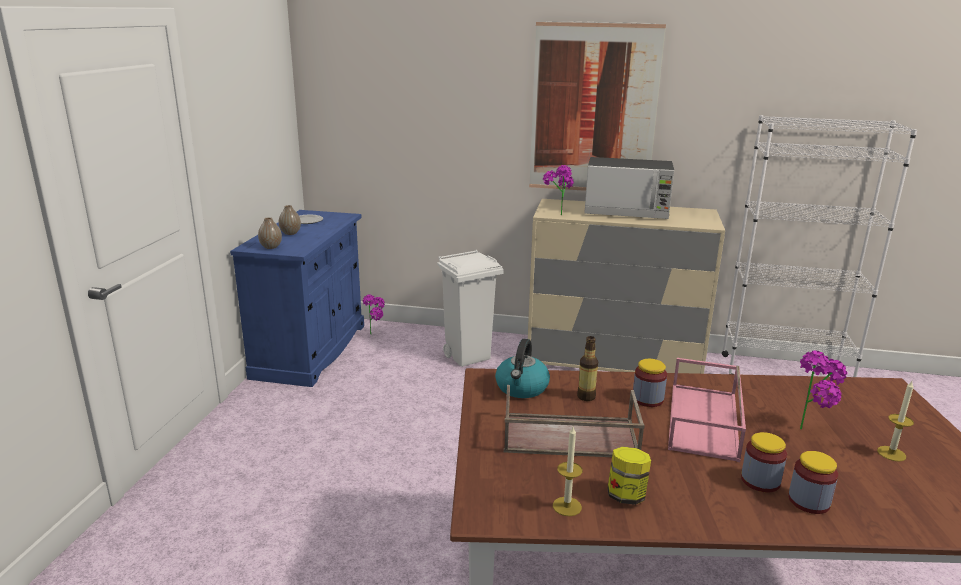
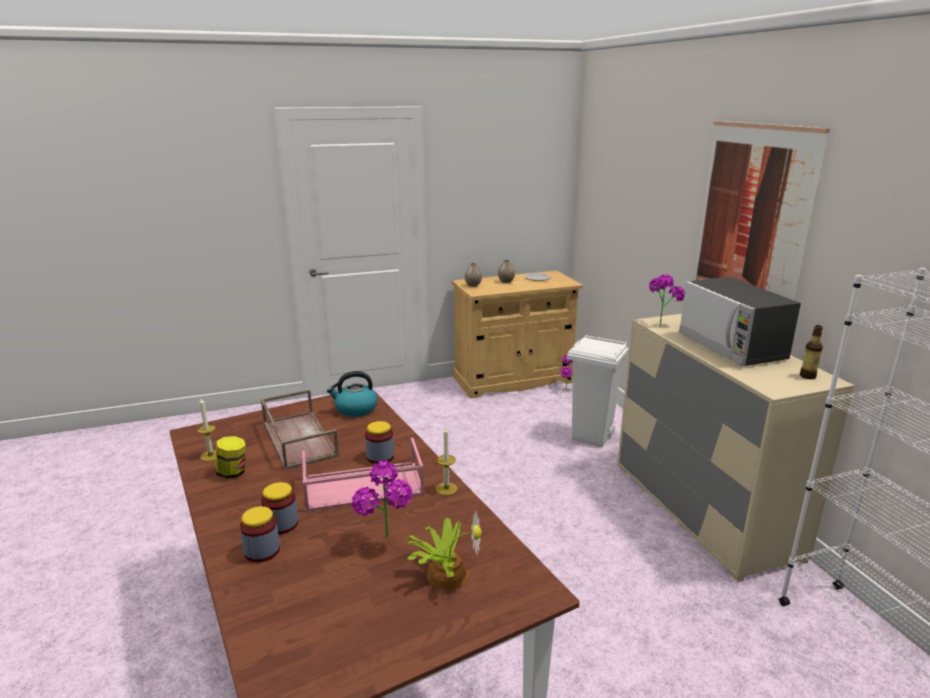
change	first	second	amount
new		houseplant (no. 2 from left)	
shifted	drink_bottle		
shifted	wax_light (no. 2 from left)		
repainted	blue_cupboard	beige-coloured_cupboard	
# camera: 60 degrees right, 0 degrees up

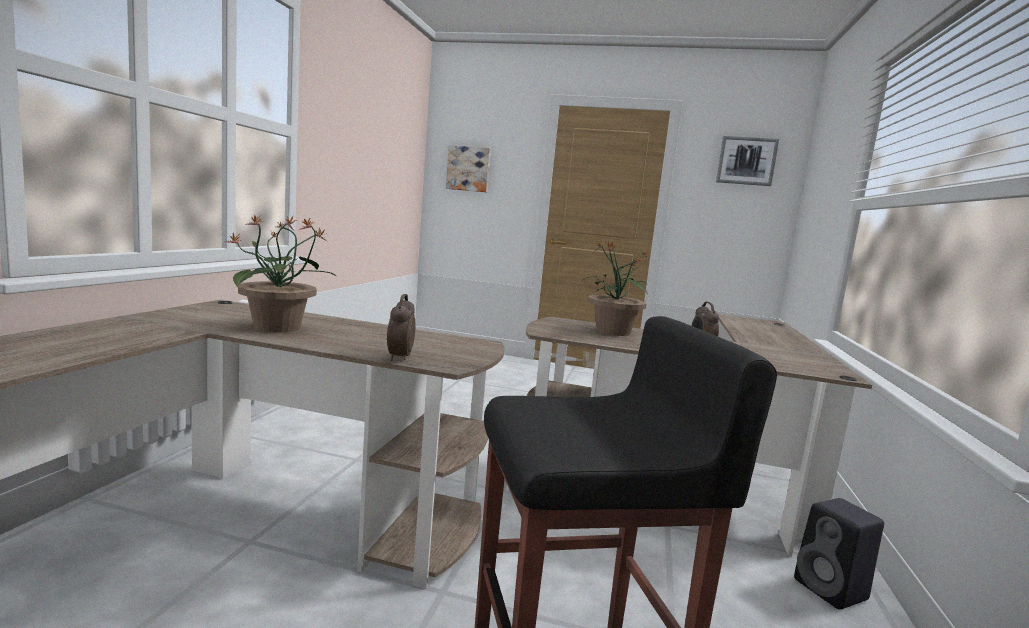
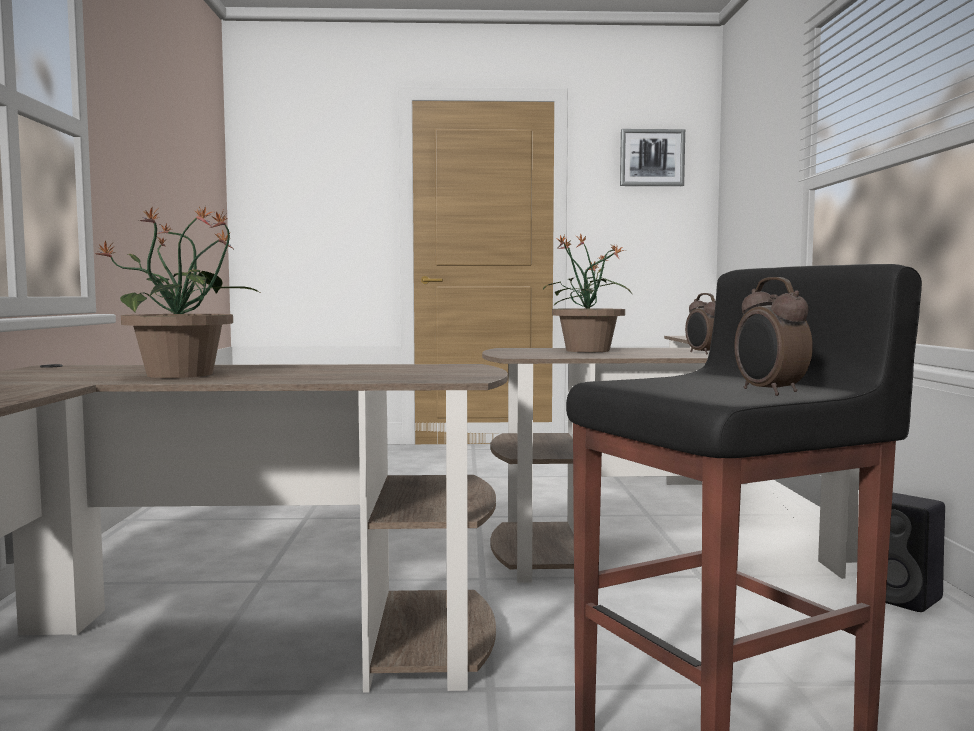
change	first	second	amount
gone	wall_art (no. 1 from left)		
shifted	bedside_clock (no. 1 from left in the first image)	bedside_clock (no. 2 from left)	
# camera: 15 degrees left, 5 degrees down

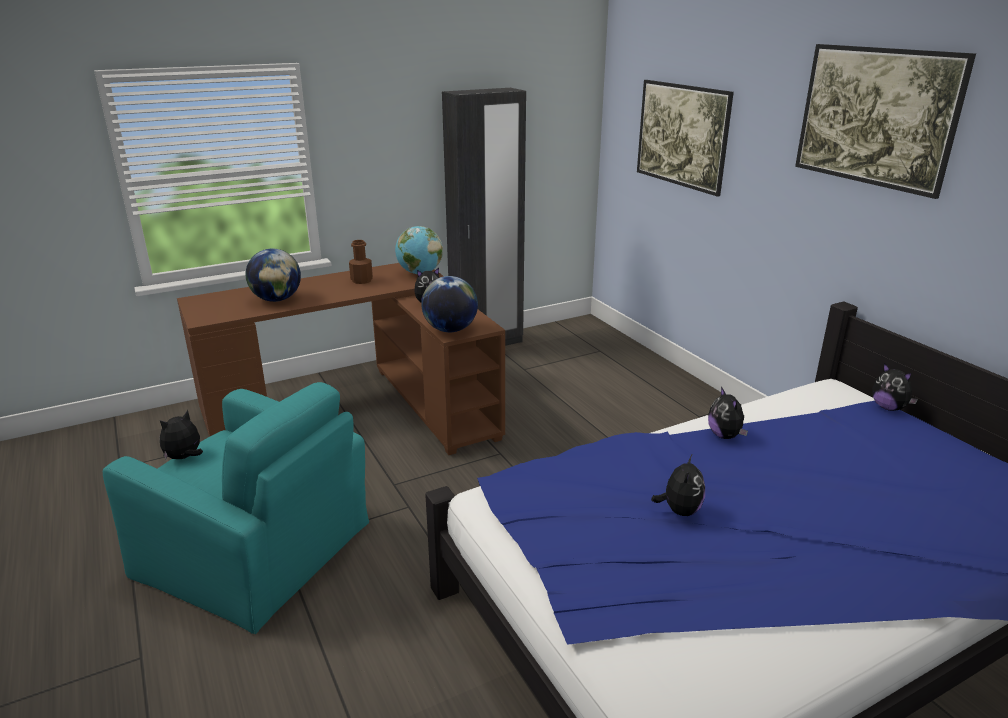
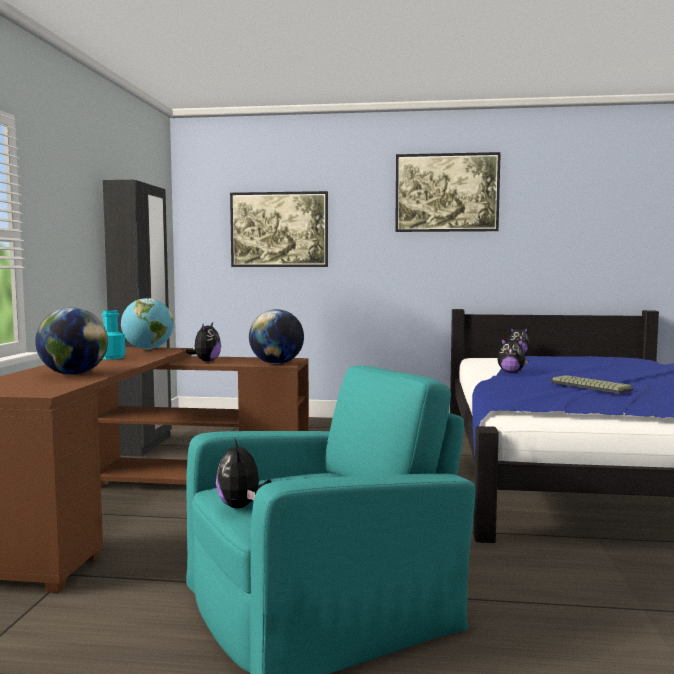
change	first	second	amount
swapped	plush_toy (no. 3 from left)	PC_keyboard	
repainted	brown-coloured_drink_bottle	turquoise-coloured_drink_bottle	
# camera: 55 degrees left, 20 degrees down

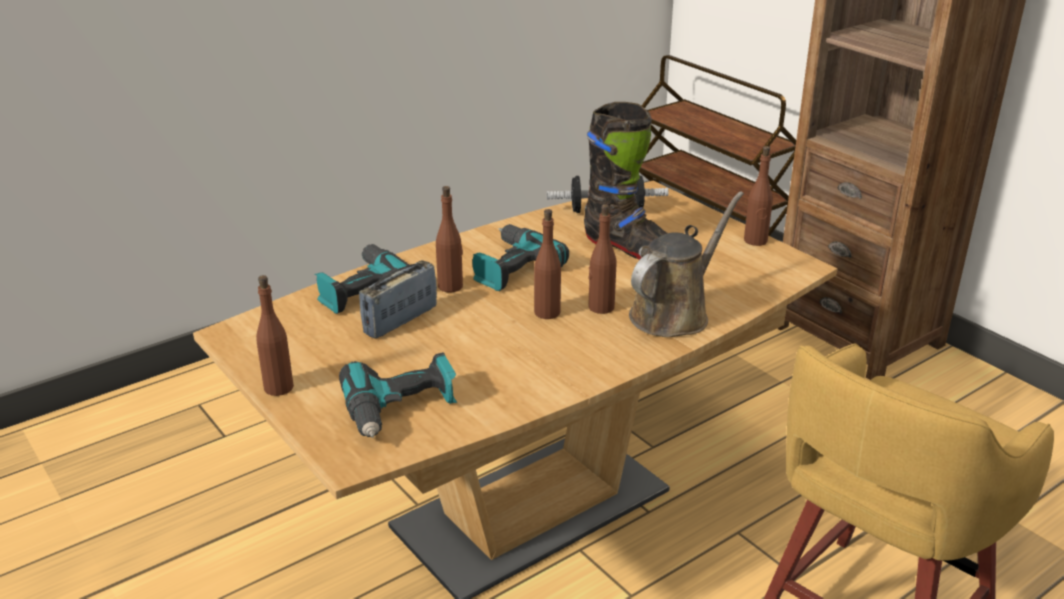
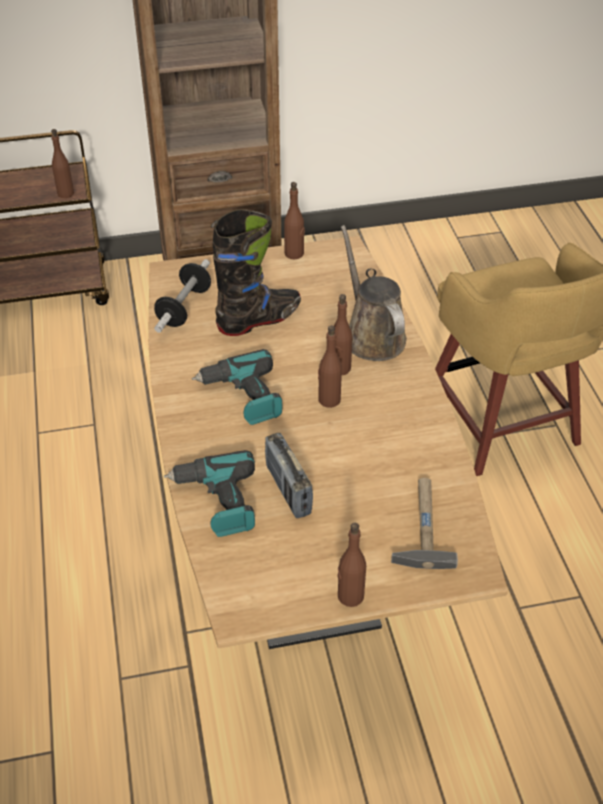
change	first	second	amount
shifted	brown-coloured_drink_bottle (no. 2 from left in the first image)	brown-coloured_drink_bottle (no. 1 from left)	
swapped	drill (no. 2 from left)	tool_hammer	
# camera: 65 degrees left, 15 degrees up

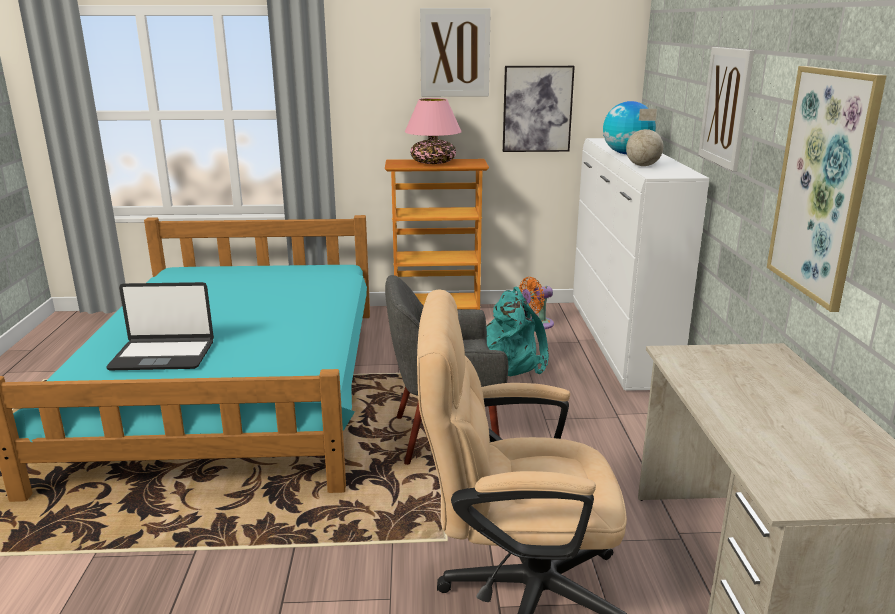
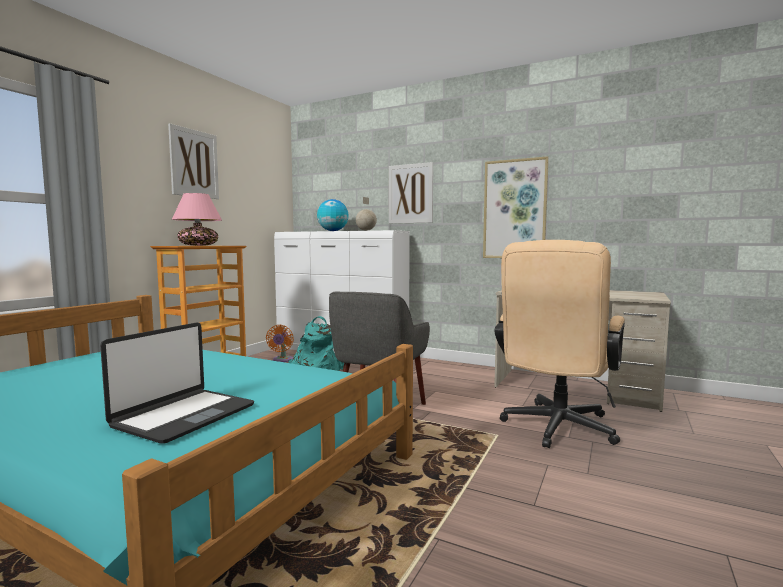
change	first	second	amount
gone	wall_art (no. 2 from left)		
# camera: 60 degrees left, 15 degrees down

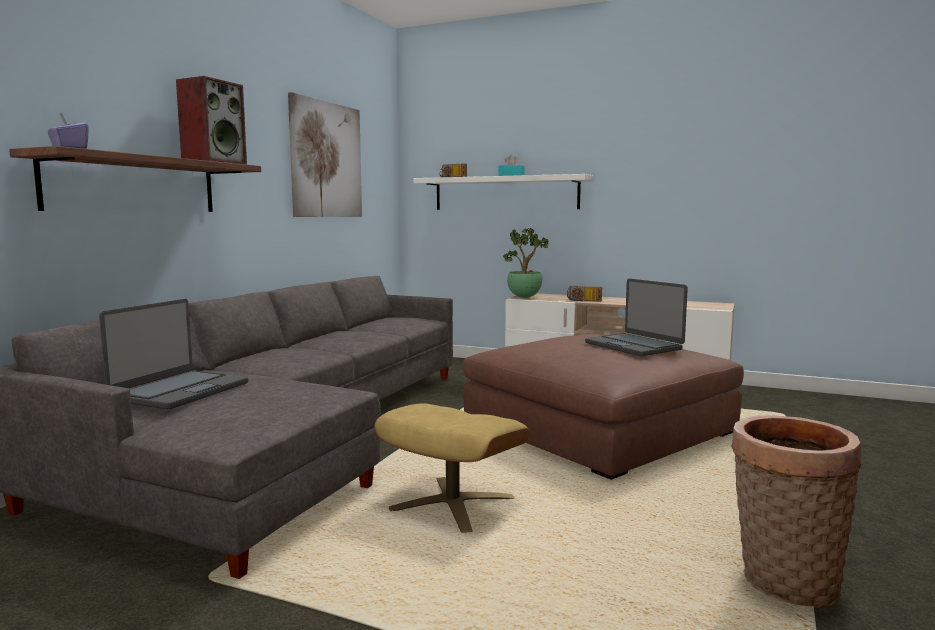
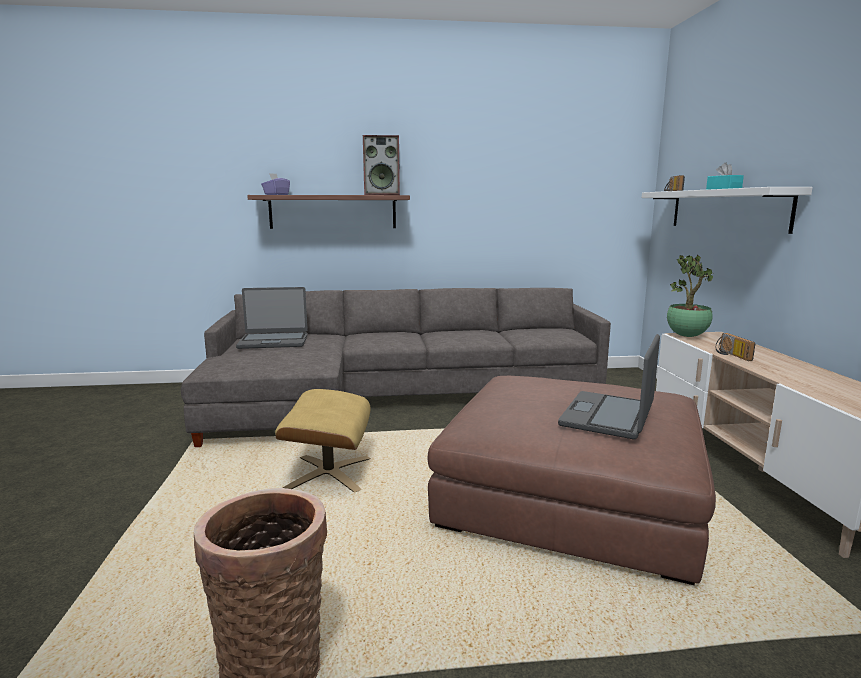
change	first	second	amount
gone	wall_art		
# camera: 60 degrees right, 5 degrees up

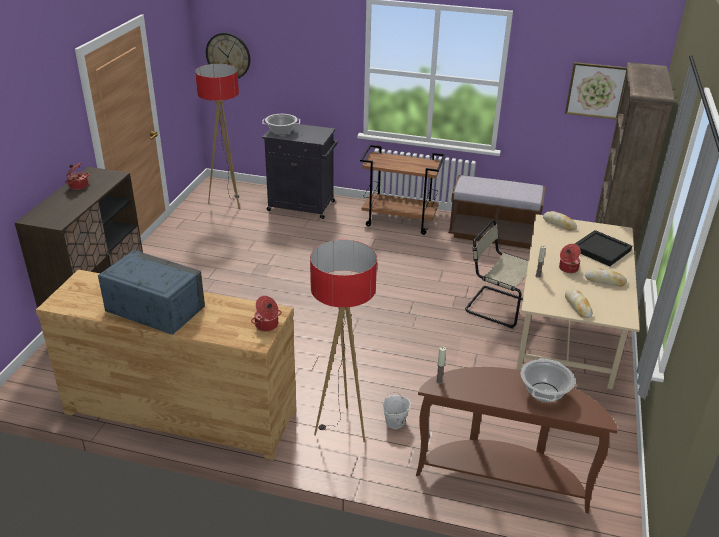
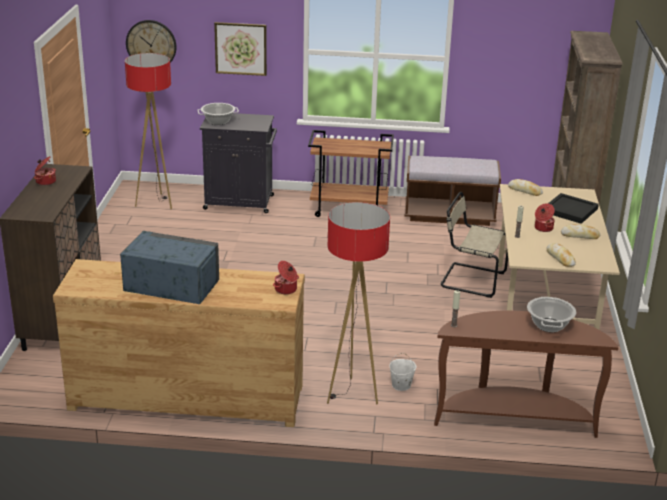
change	first	second	amount
shifted	wall_art		
# camera: 10 degrees left, 5 degrees down

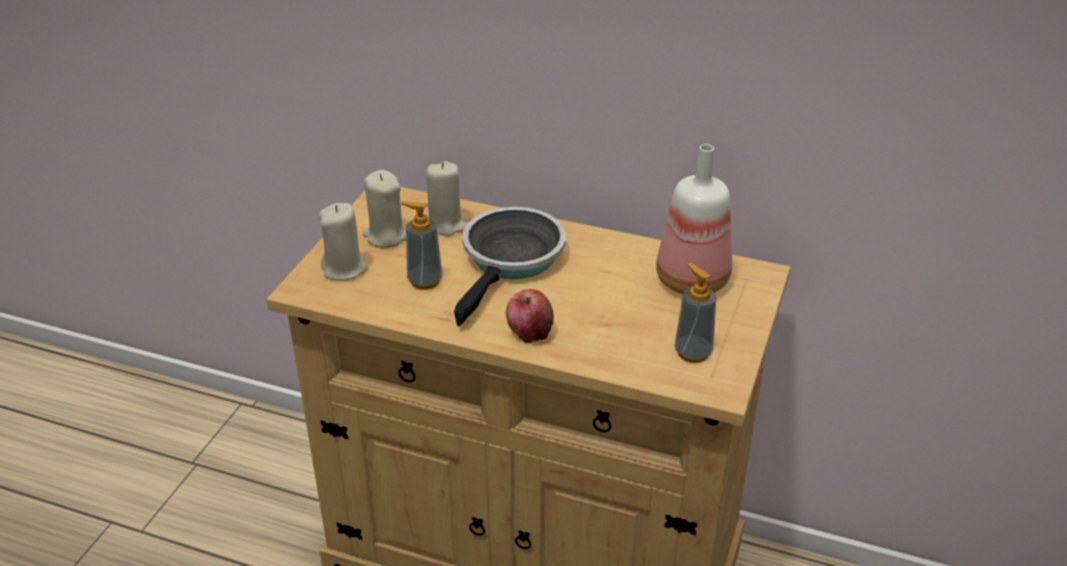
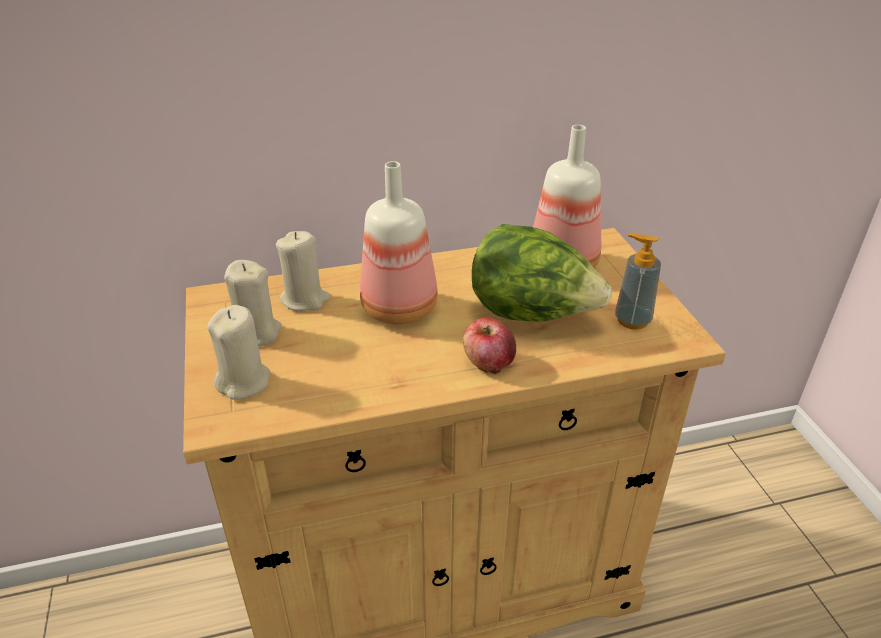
change	first	second	amount
gone	soap_dispenser (no. 1 from left)		
new		head_of_lettuce	
swapped	frying_pan	drink_bottle (no. 1 from left)	
# camera: 35 degrees left, 0 degrees up

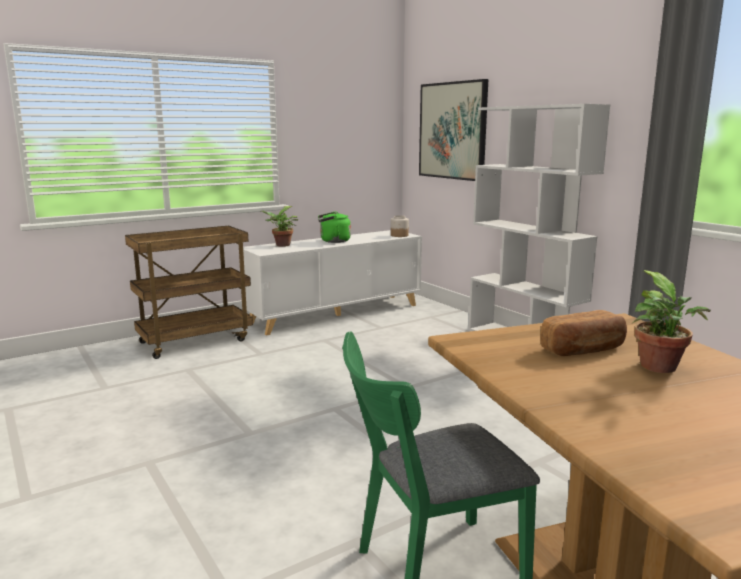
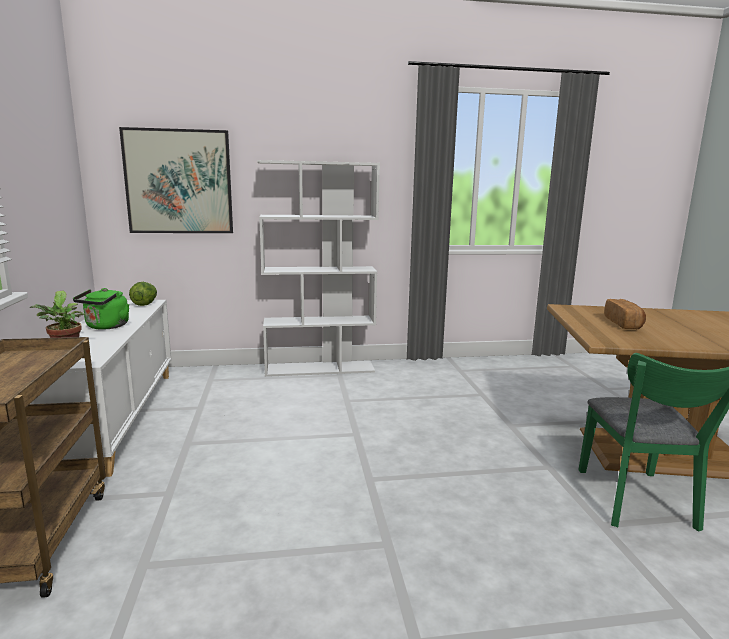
change	first	second	amount
gone	houseplant (no. 2 from left)		
swapped	jar	head_of_lettuce	
# camera: 65 degrees left, 0 degrees up

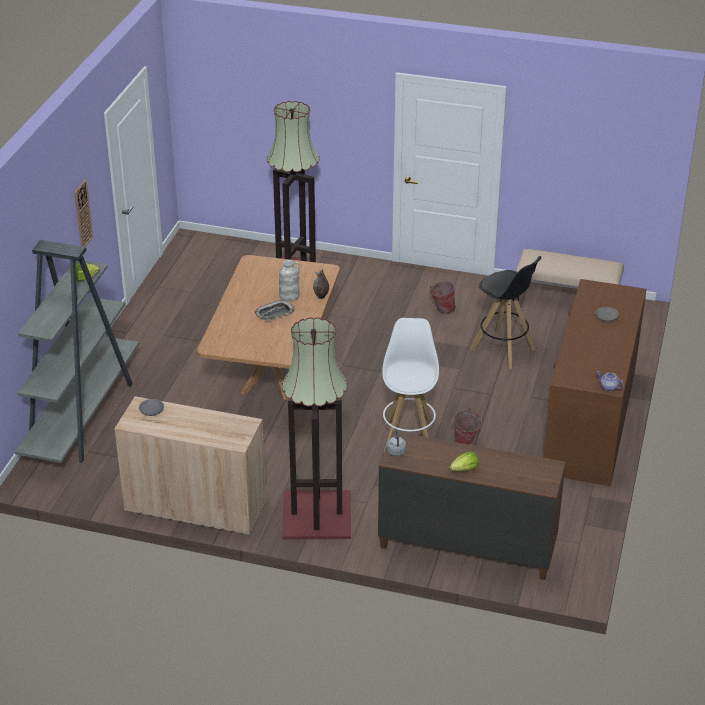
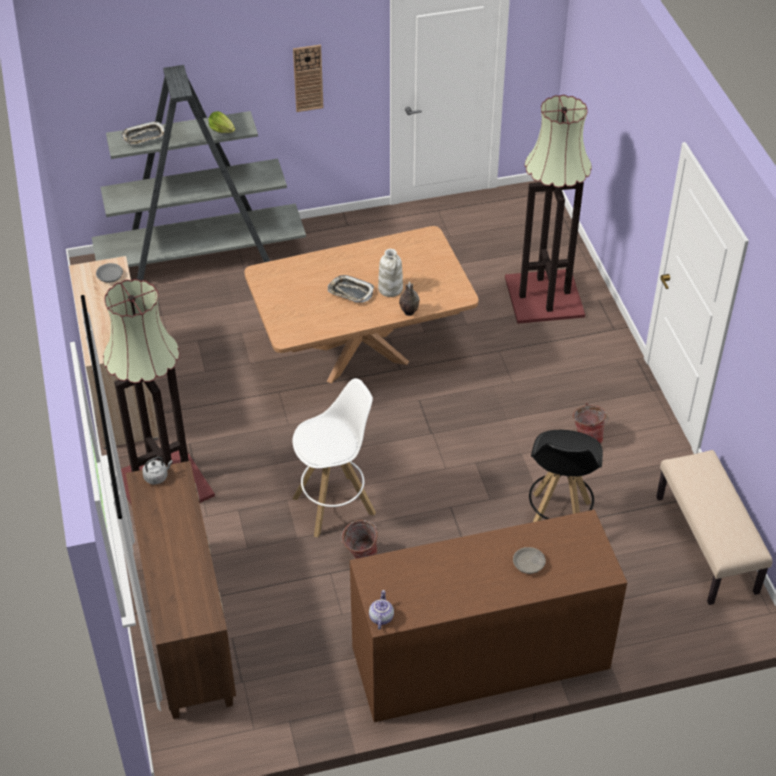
change	first	second	amount
gone	head_of_lettuce (no. 2 from left)		
new		tray (no. 1 from left)	
# camera: 60 degrees right, 10 degrees up

